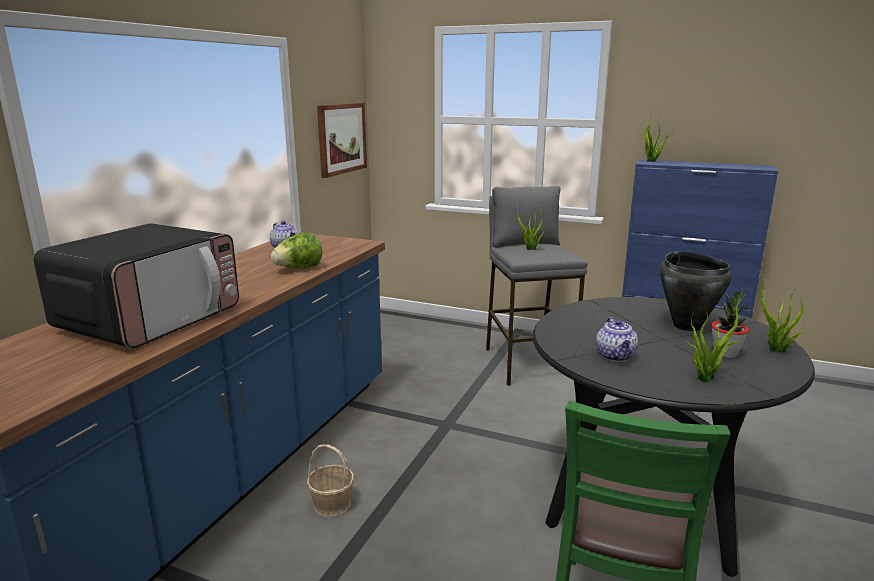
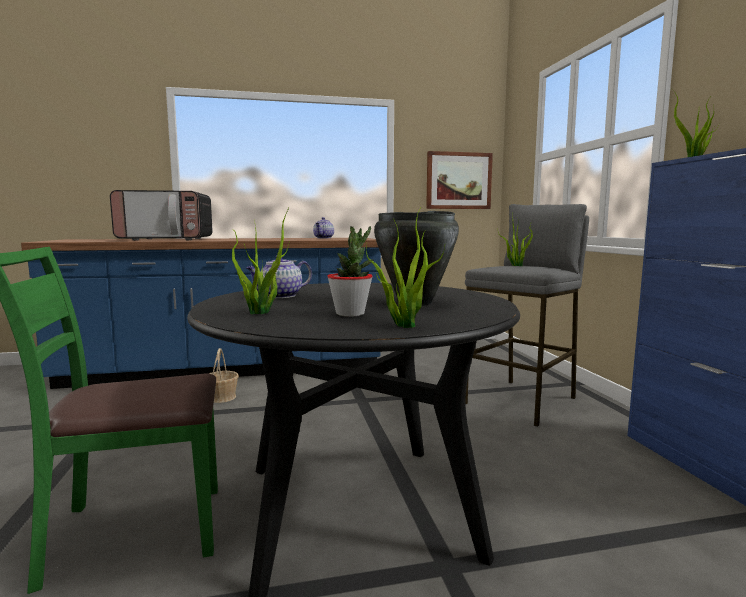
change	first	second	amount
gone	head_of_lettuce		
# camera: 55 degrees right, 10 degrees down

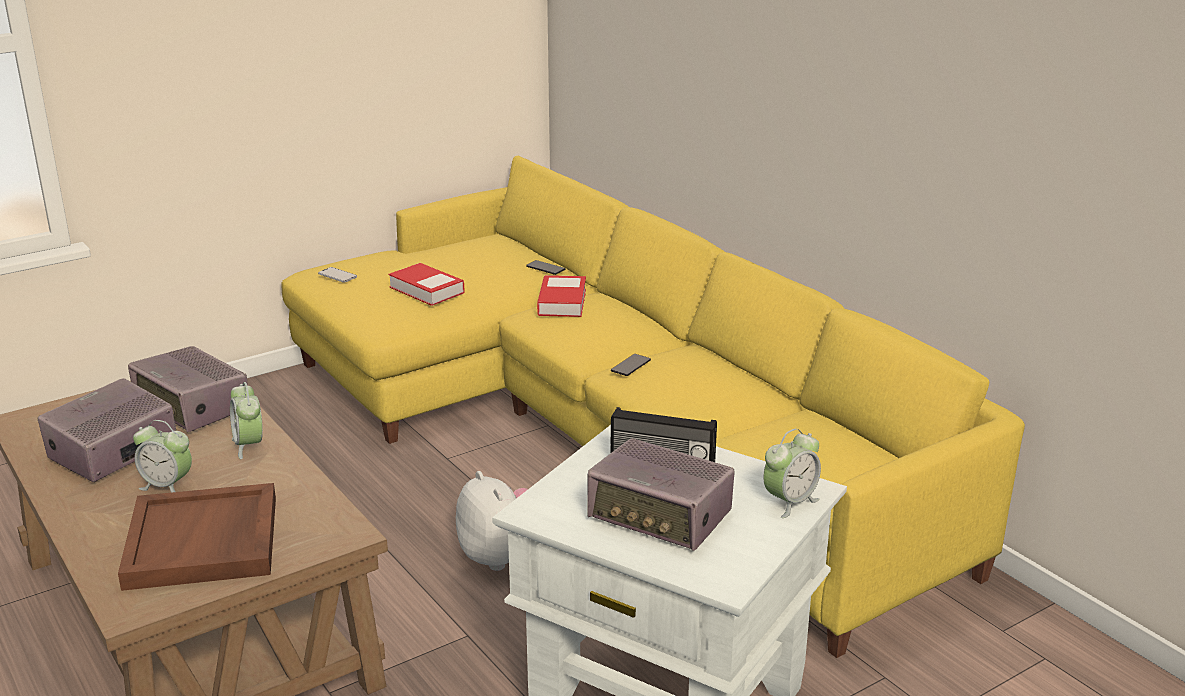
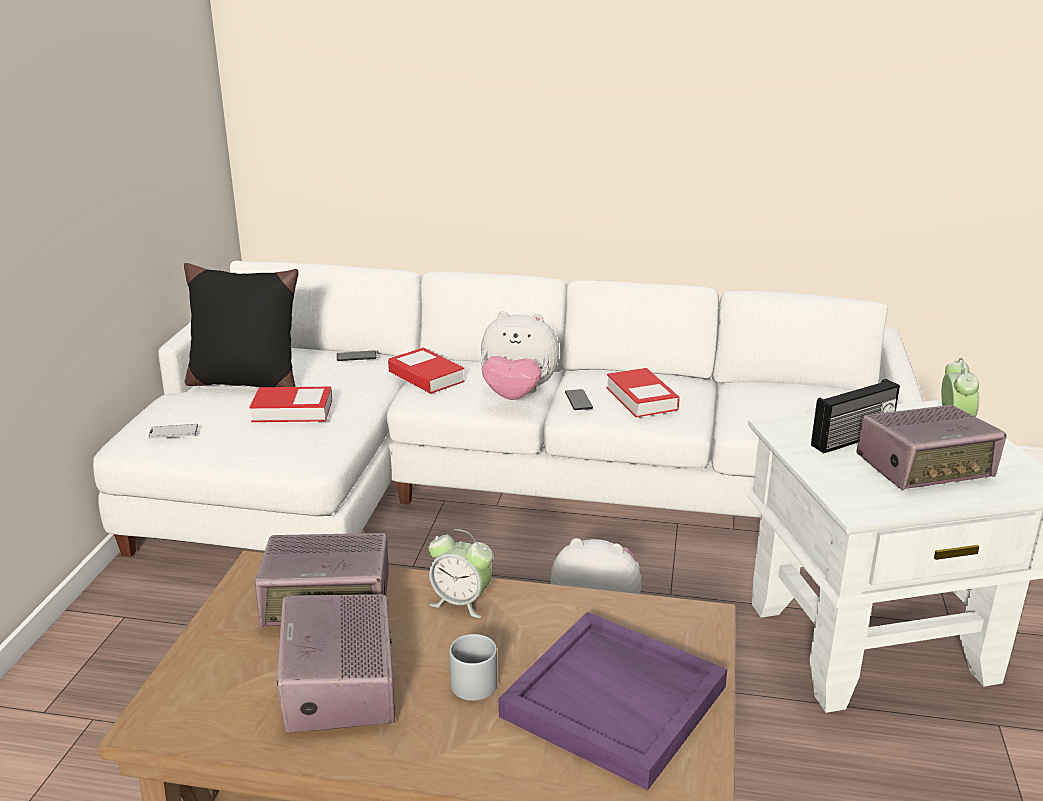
change	first	second	amount
new		black_cushion	
new		plush_toy (no. 1 from left)	
new		volume (no. 3 from left)	
swapped	bedside_clock (no. 1 from left)	grey_coffee_mug	
repainted	brown-coloured_tray	purple-coloured_tray	
repainted	yellowish_settee	white-coloured_settee	
# camera: 45 degrees left, 0 degrees up

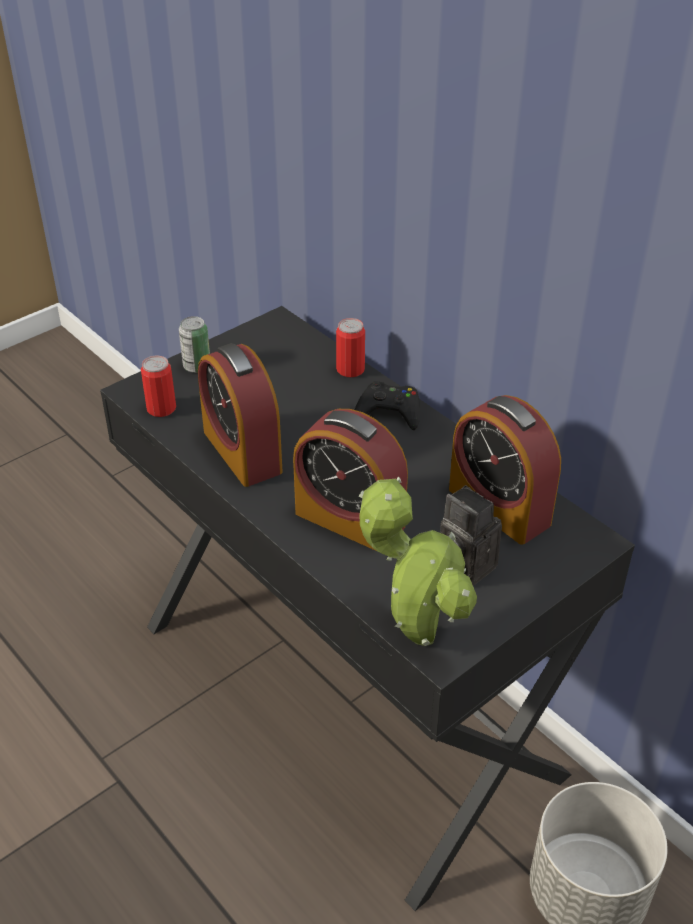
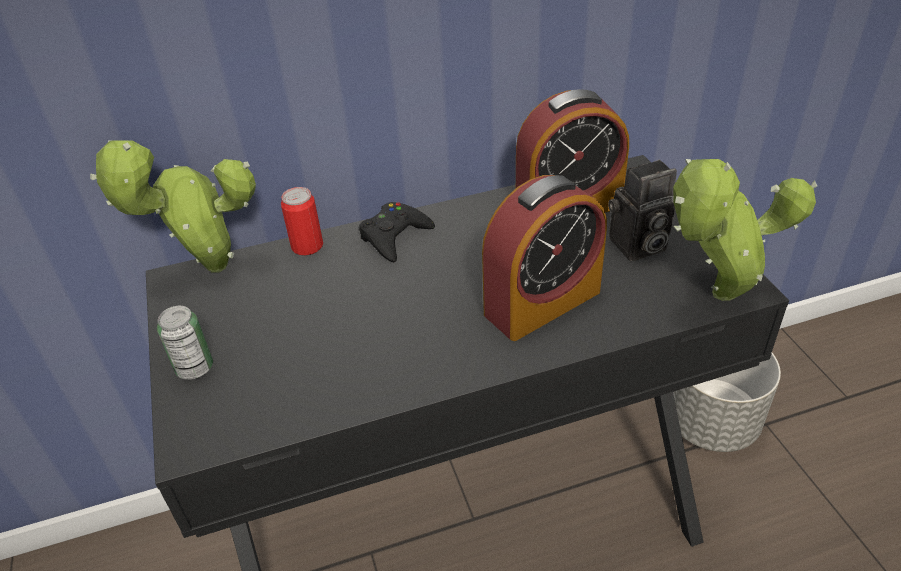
change	first	second	amount
gone	metal_can (no. 1 from left)		
gone	bedside_clock (no. 1 from left)		
new		houseplant (no. 1 from left)	
# camera: 65 degrees left, 0 degrees up

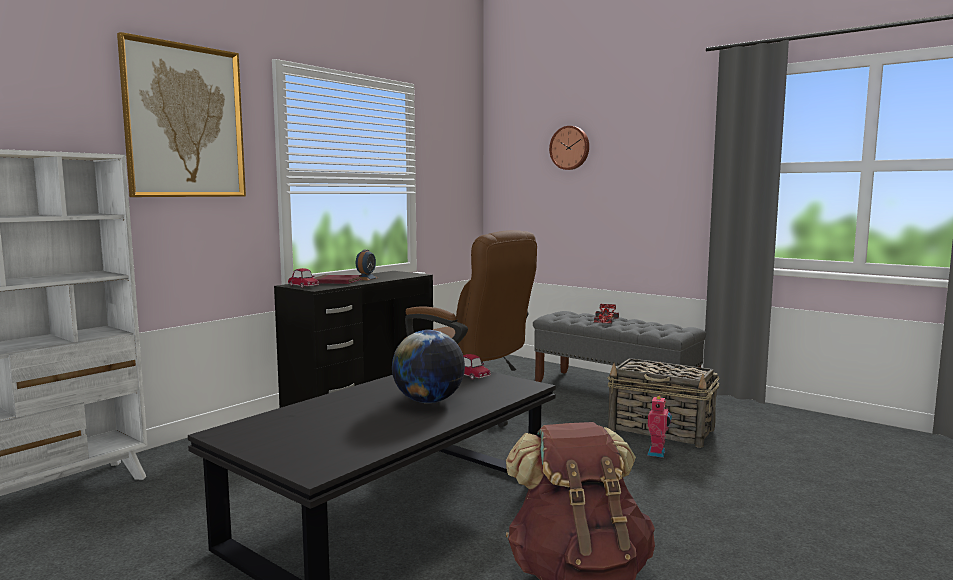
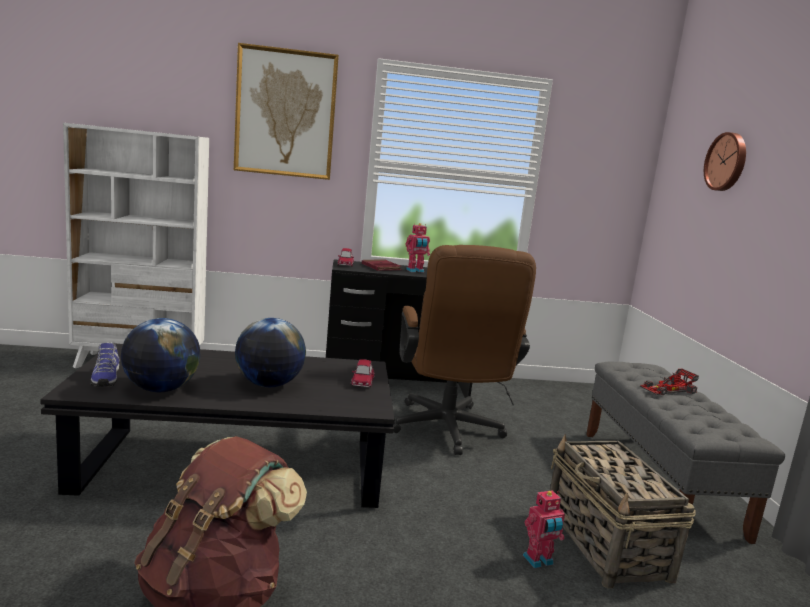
change	first	second	amount
new		low_shoe	
new		world_globe (no. 1 from left)	
swapped	bedside_clock	robot_figure (no. 1 from left)	
# camera: 45 degrees right, 5 degrees up

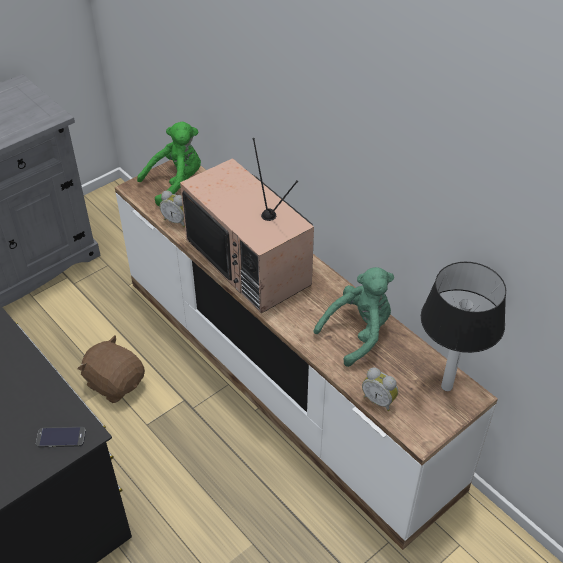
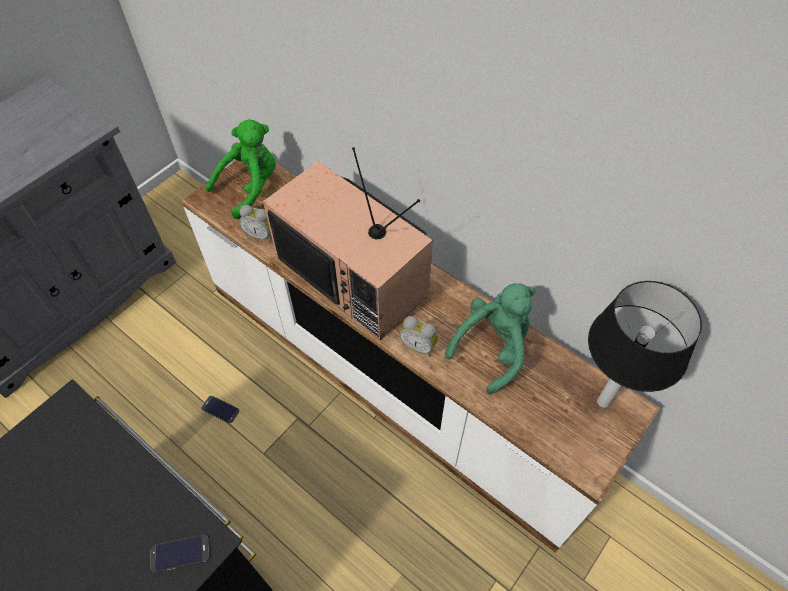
change	first	second	amount
shifted	bedside_clock (no. 2 from left)		
swapped	brown-coloured_plush_toy	handset (no. 2 from left)	
# camera: 10 degrees left, 10 degrees up

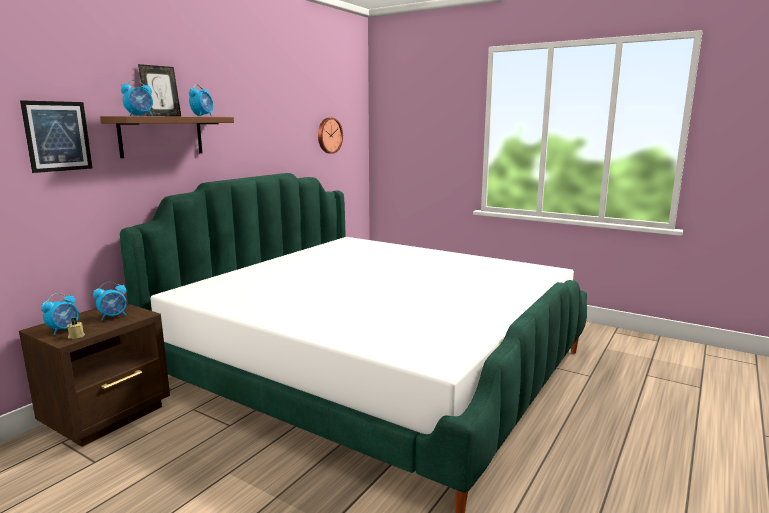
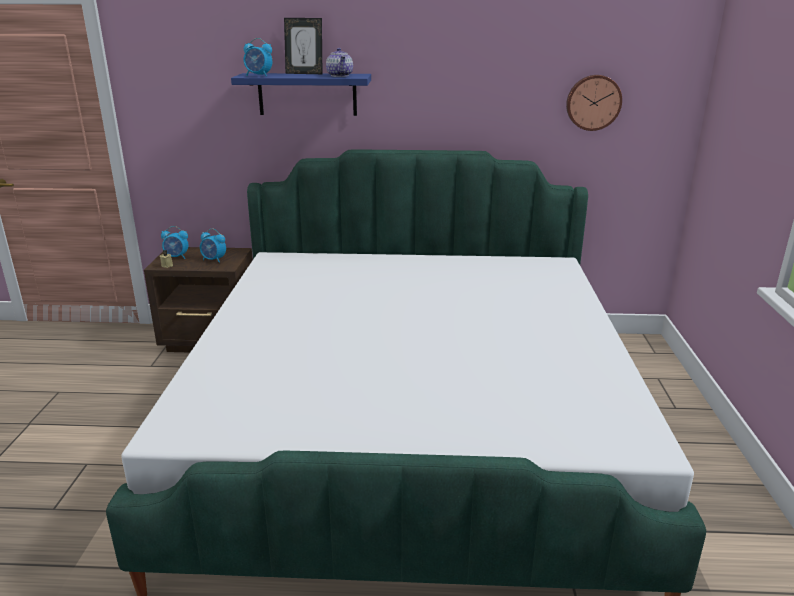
change	first	second	amount
gone	wall_art		
swapped	bedside_clock (no. 4 from left)	teapot	
repainted	brown-coloured_bracket_shelf	blue_bracket_shelf	
# camera: 60 degrees right, 10 degrees up

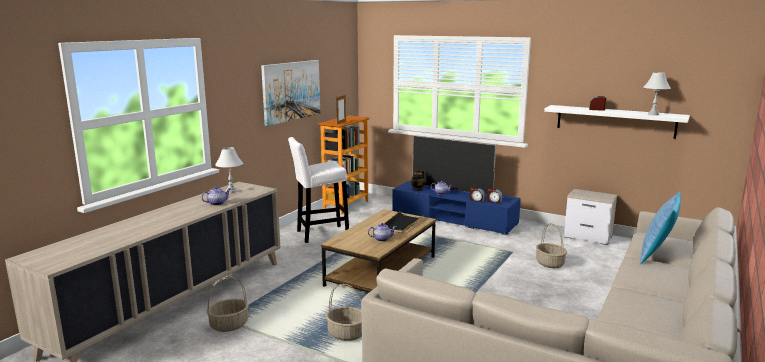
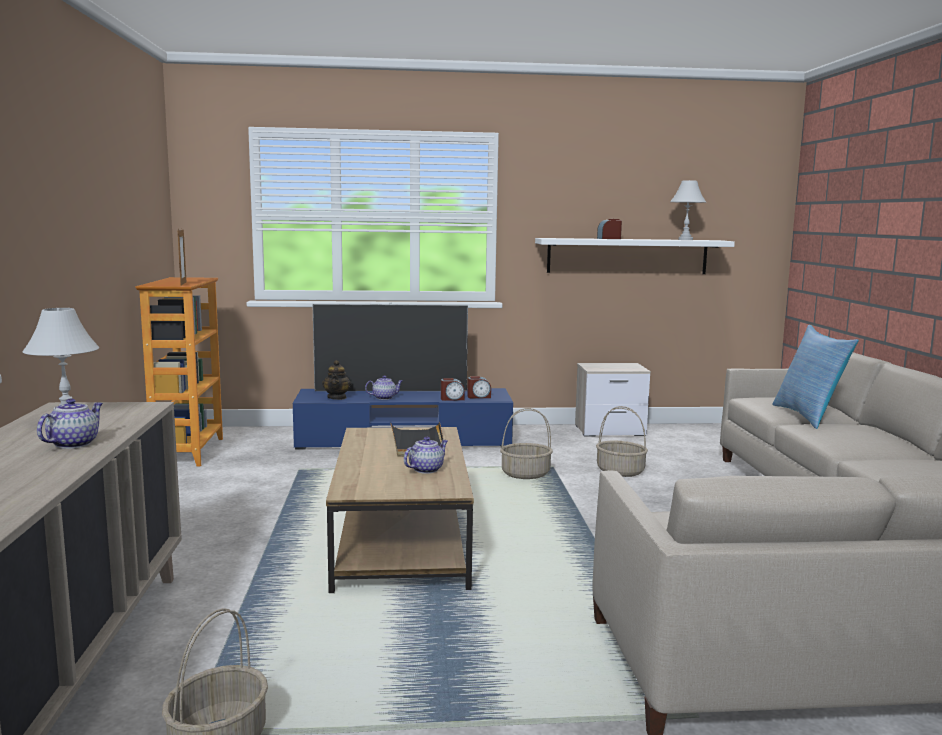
change	first	second	amount
gone	wall_art		
gone	white-coloured_sitting_stool		
shifted	basket (no. 2 from left)		
# camera: 35 degrees left, 5 degrees down

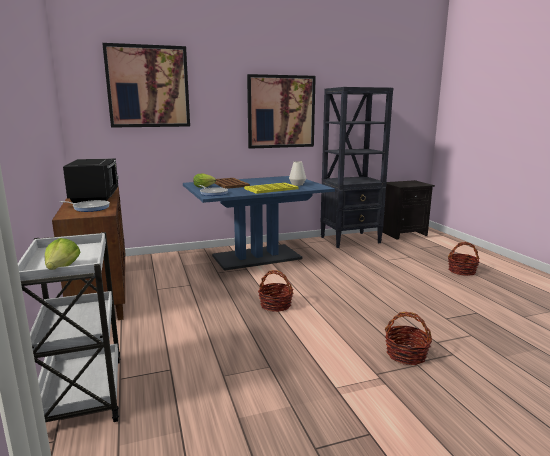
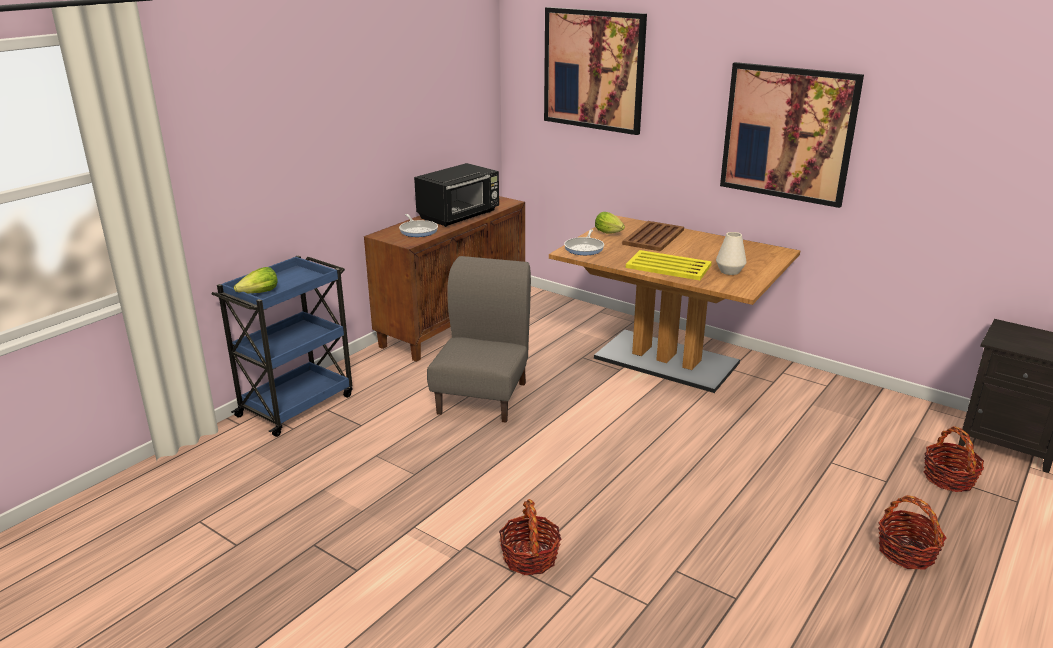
change	first	second	amount
gone	black_shelving_unit		
new		grey_chair	
shifted	basket (no. 1 from left in the first image)	basket (no. 3 from left)	
repainted	white-coloured_cart	blue_cart	
repainted	blue_dining_table	brown-coloured_dining_table	
# camera: 55 degrees right, 10 degrees up

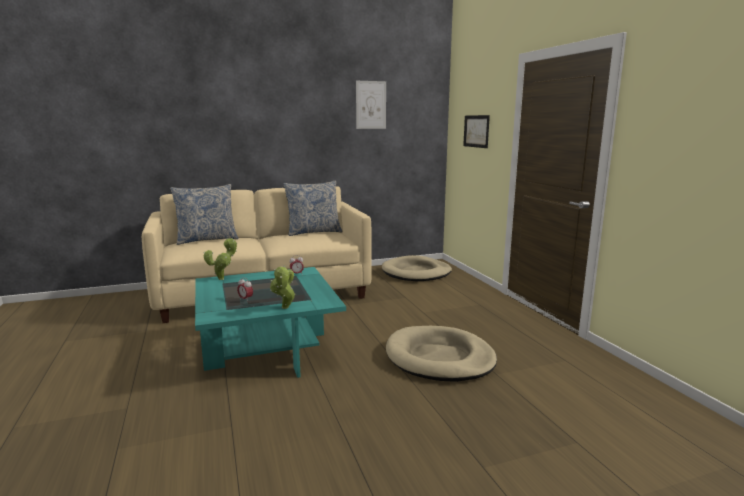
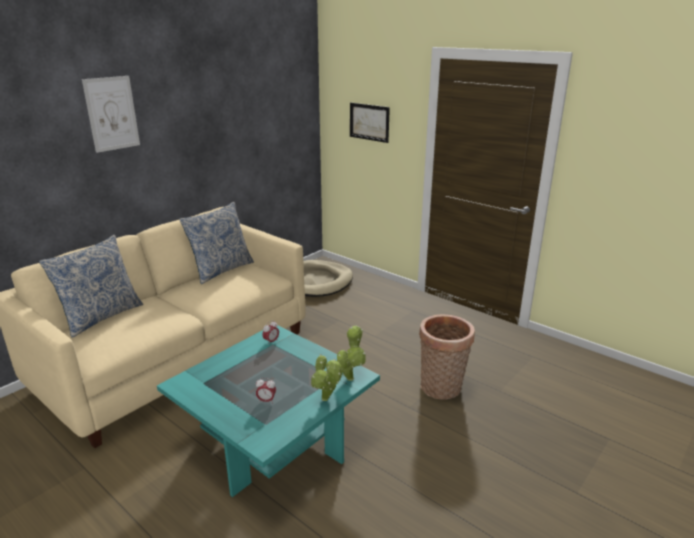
change	first	second	amount
shifted	houseplant (no. 1 from left in the first image)	houseplant (no. 2 from left)	
shifted	wall_art (no. 1 from left)		
swapped	beige-coloured_pet_bed (no. 2 from left)	basket	
# camera: 30 degrees left, 10 degrees up

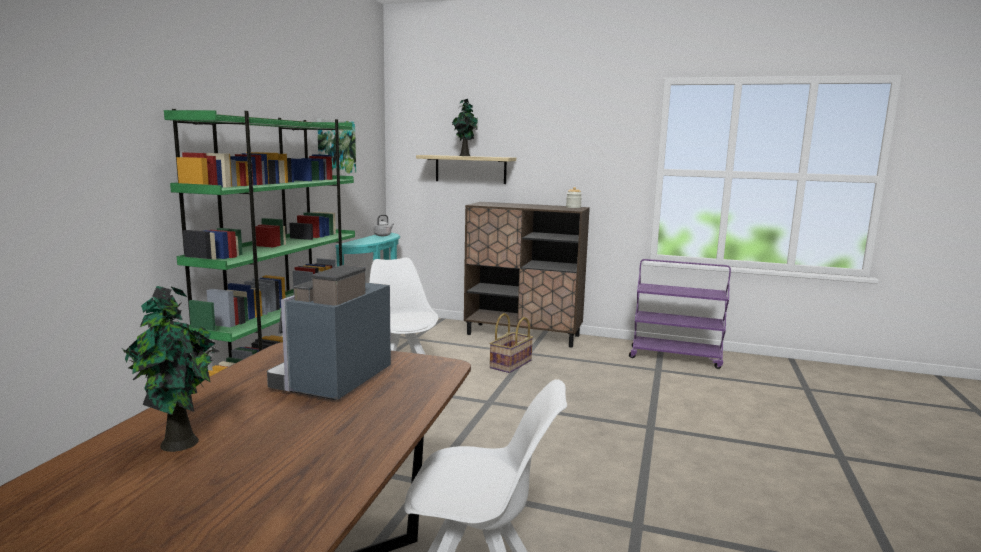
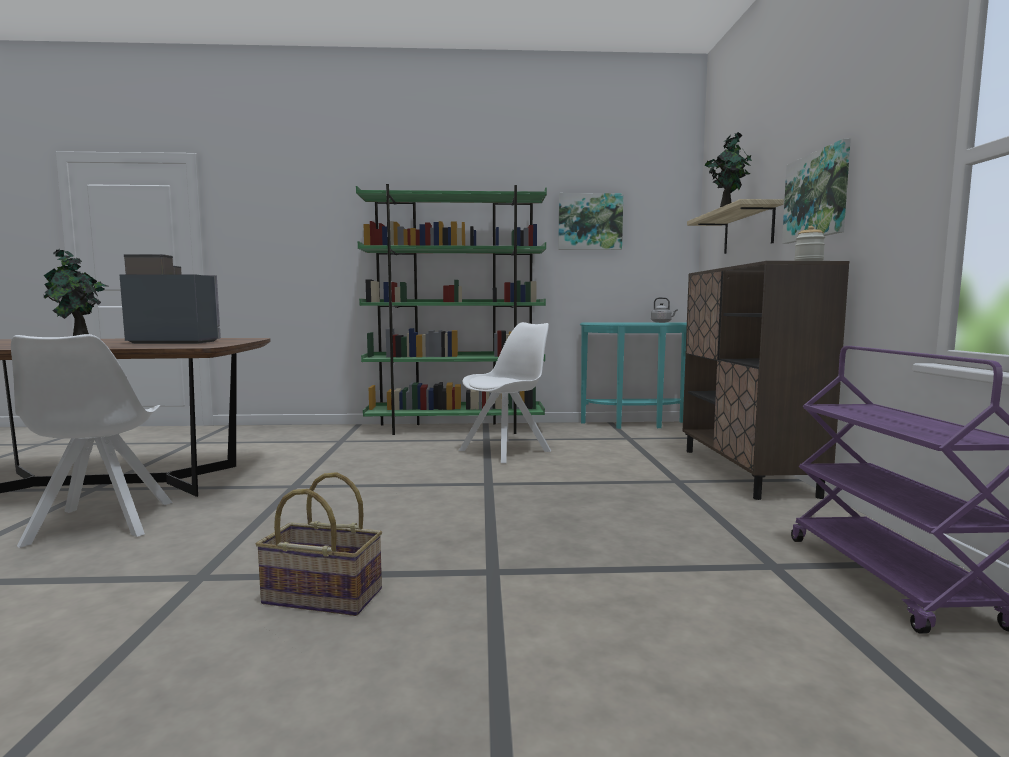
change	first	second	amount
new		wall_art (no. 2 from left)	
shifted	basket		
# camera: 70 degrees right, 5 degrees down

